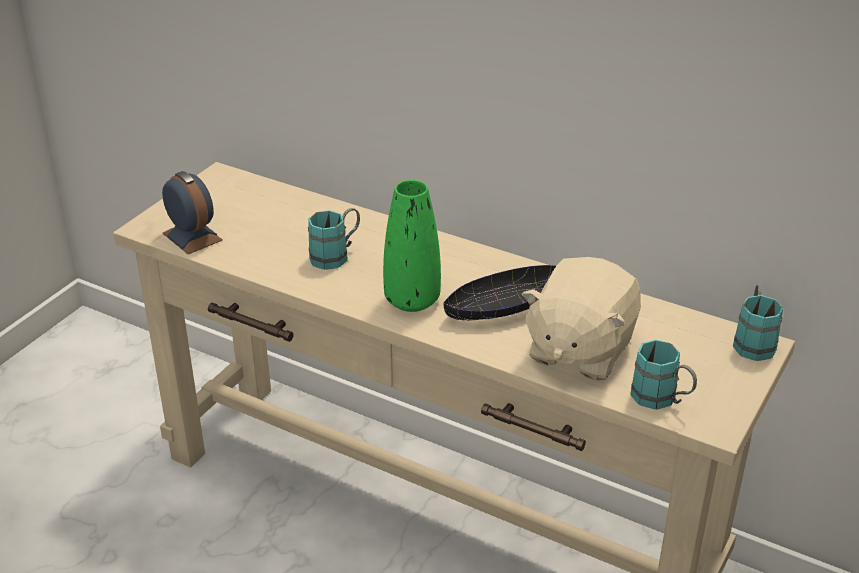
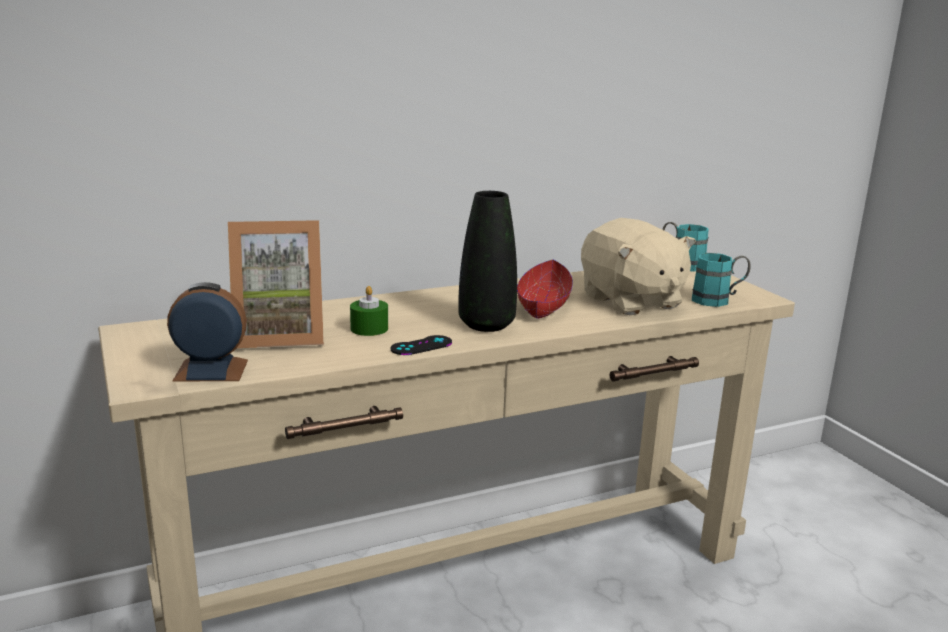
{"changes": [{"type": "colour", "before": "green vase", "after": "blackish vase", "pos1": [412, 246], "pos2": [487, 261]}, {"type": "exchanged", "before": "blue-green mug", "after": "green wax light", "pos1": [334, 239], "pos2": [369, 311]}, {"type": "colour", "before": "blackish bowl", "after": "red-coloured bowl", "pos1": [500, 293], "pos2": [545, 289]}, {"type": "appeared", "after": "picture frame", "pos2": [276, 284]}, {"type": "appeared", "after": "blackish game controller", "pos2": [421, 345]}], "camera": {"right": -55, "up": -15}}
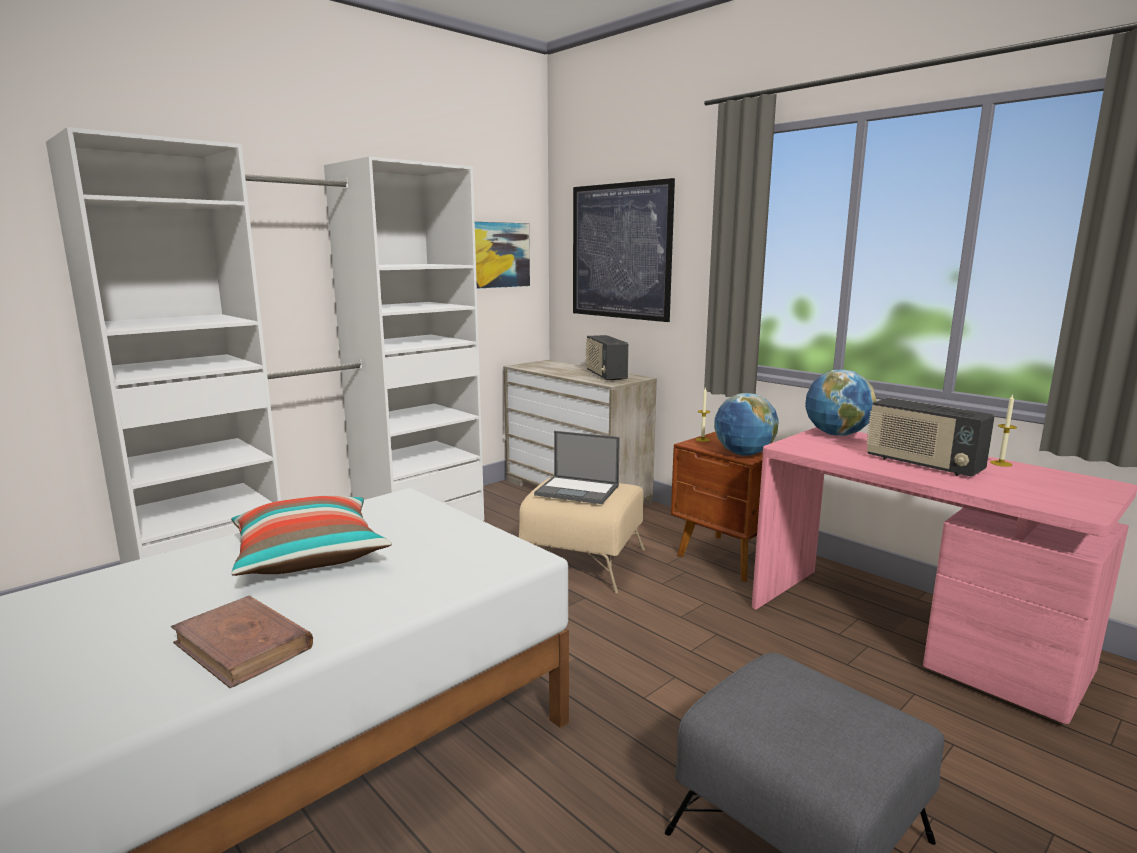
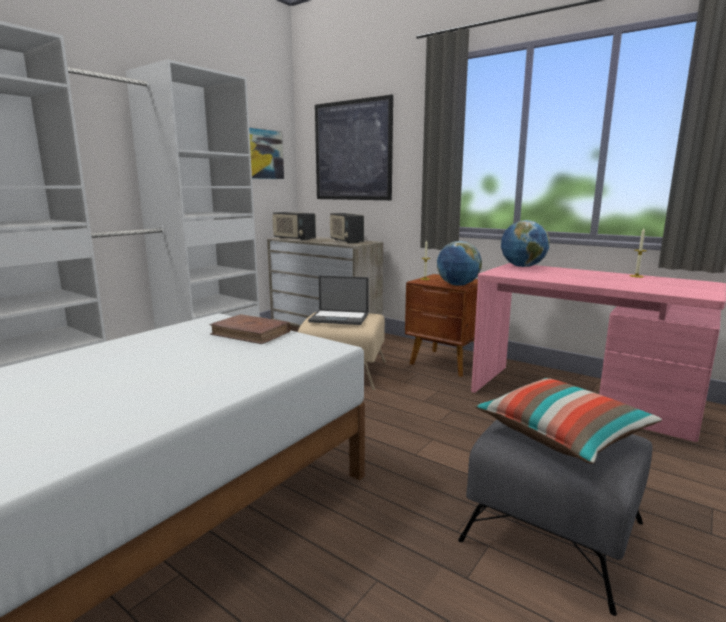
{"changes": [{"type": "relocated", "before": "radio", "pos1": [930, 437], "pos2": [294, 226]}, {"type": "relocated", "before": "pillow", "pos1": [311, 536], "pos2": [568, 421]}, {"type": "relocated", "before": "brownish book", "pos1": [242, 642], "pos2": [250, 329]}], "camera": {"right": -10, "up": 0}}
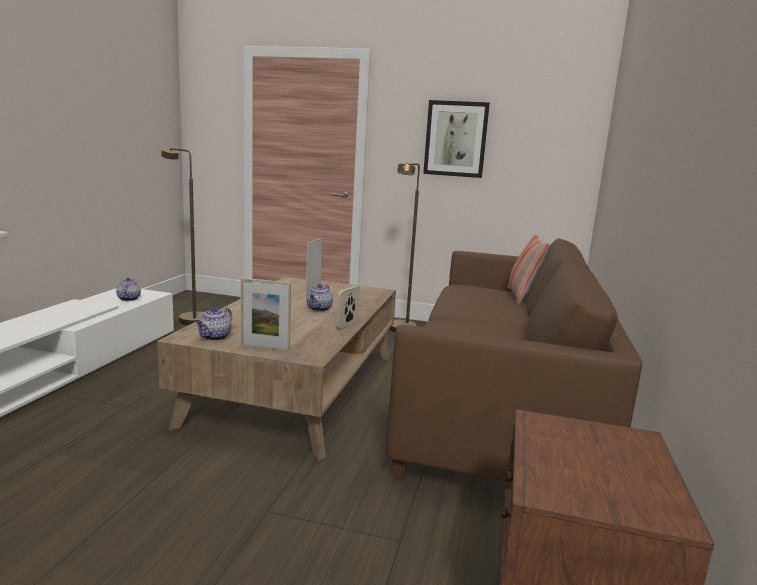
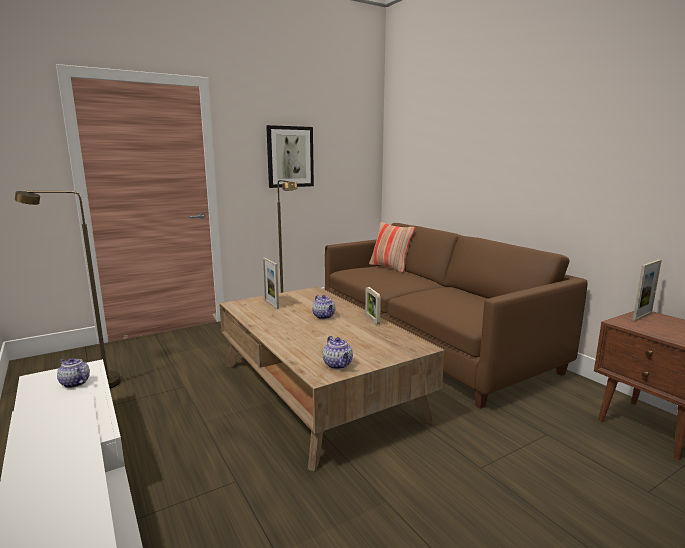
{"changes": [{"type": "relocated", "before": "picture frame", "pos1": [265, 314], "pos2": [647, 290]}], "camera": {"right": -45, "up": 0}}
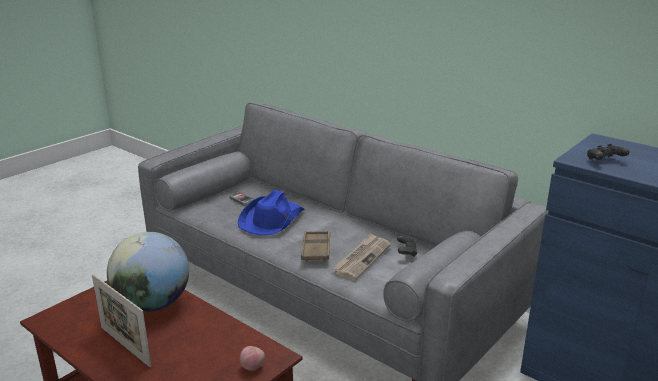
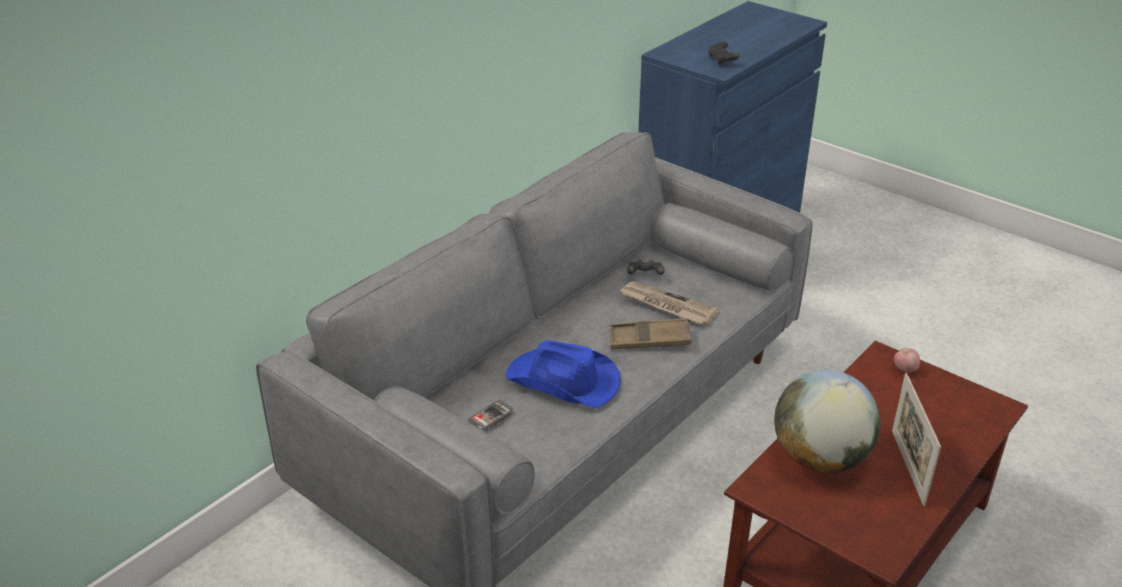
{"changes": [{"type": "spun", "before": "picture frame", "pos1": [121, 320], "pos2": [916, 439], "turn": 135}], "camera": {"right": -90, "up": 10}}
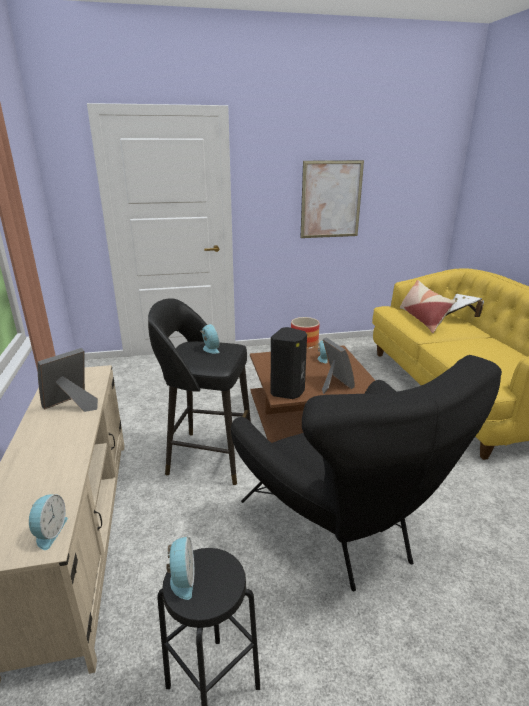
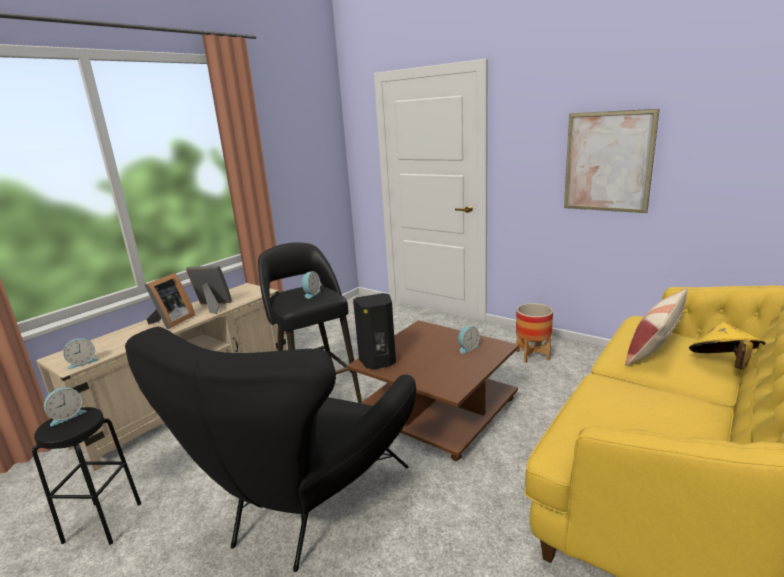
{"changes": [{"type": "colour", "before": "whitish hat", "after": "yellow hat", "pos1": [465, 305], "pos2": [727, 345]}, {"type": "relocated", "before": "picture frame", "pos1": [338, 365], "pos2": [170, 301]}], "camera": {"right": 50, "up": -5}}
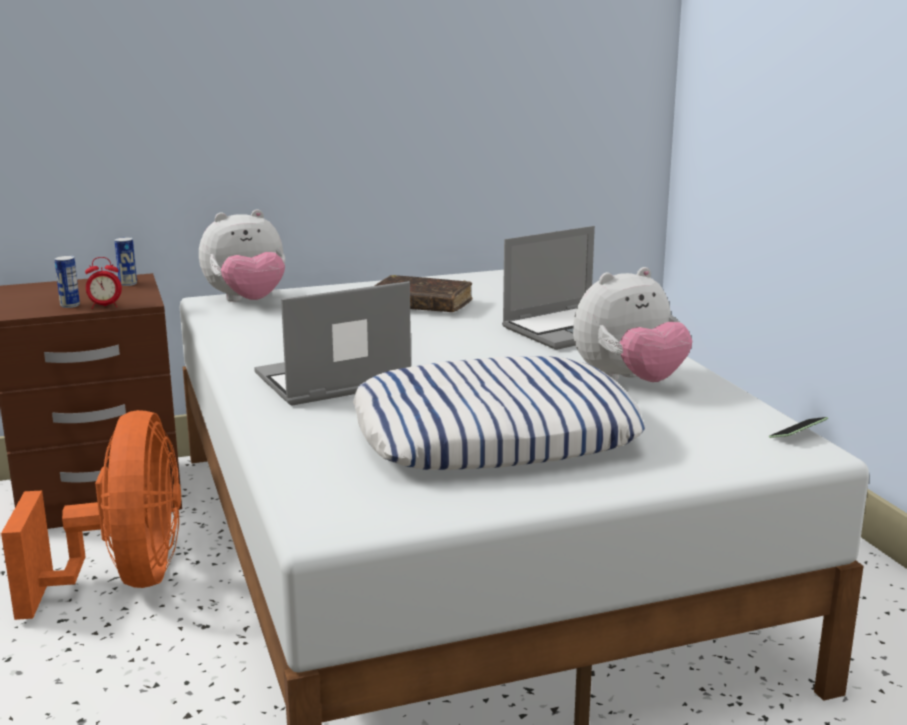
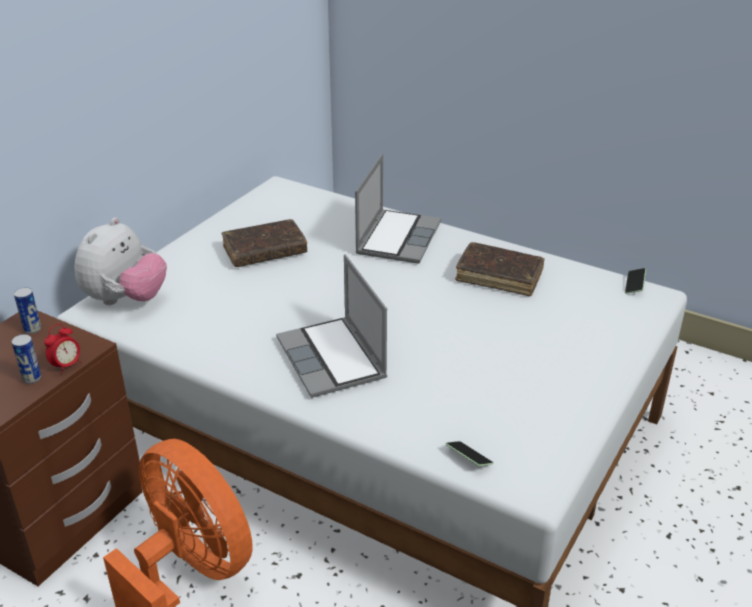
{"changes": [{"type": "exchanged", "before": "soft toy", "after": "brownish book", "pos1": [632, 324], "pos2": [500, 269]}, {"type": "spun", "before": "notebook computer", "pos1": [332, 343], "pos2": [331, 326], "turn": -45}, {"type": "missing", "before": "pillow", "pos1": [499, 413]}, {"type": "appeared", "after": "telephone", "pos2": [469, 453]}], "camera": {"right": -40, "up": 15}}
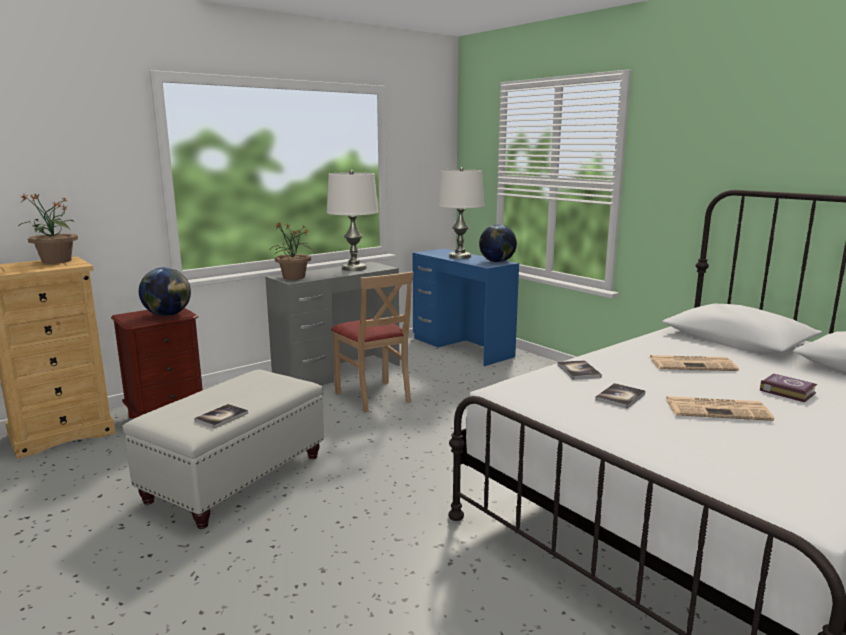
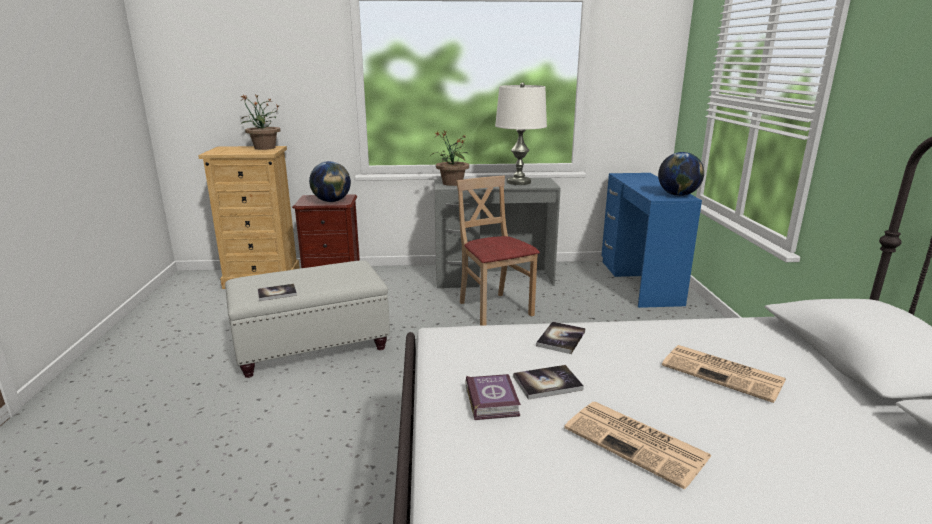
{"changes": [{"type": "missing", "before": "whitish table lamp", "pos1": [461, 213]}, {"type": "spun", "before": "beige-coloured plain chair", "pos1": [372, 342], "pos2": [498, 251], "turn": 150}, {"type": "relocated", "before": "book", "pos1": [788, 388], "pos2": [493, 397]}], "camera": {"right": 35, "up": 5}}
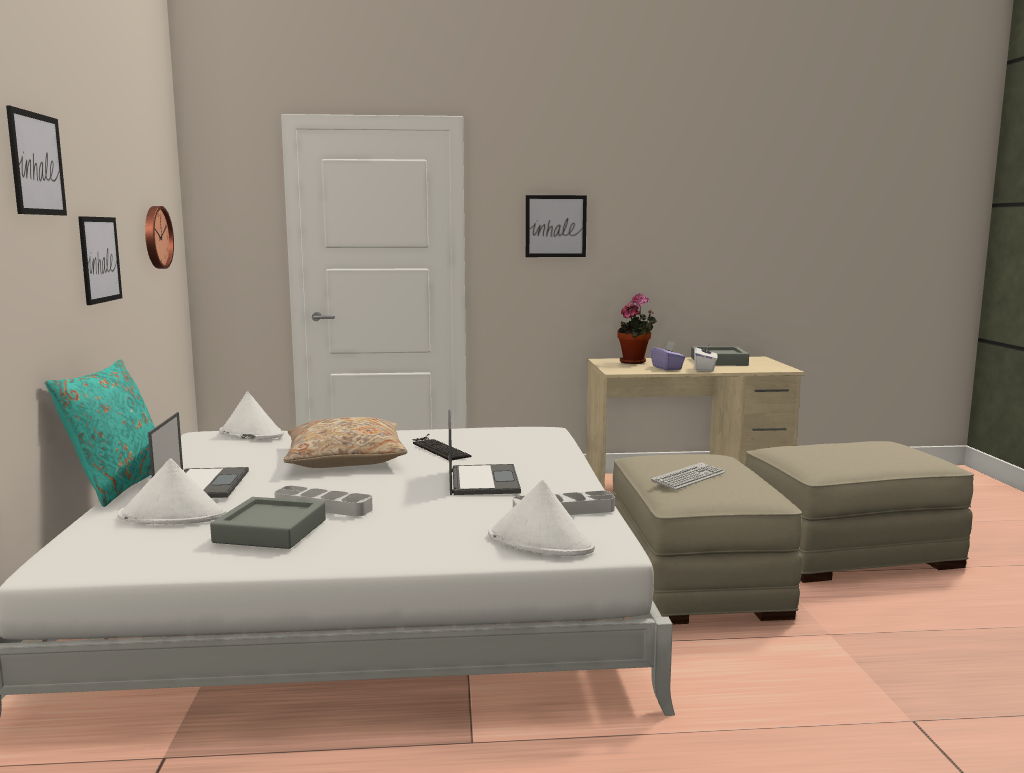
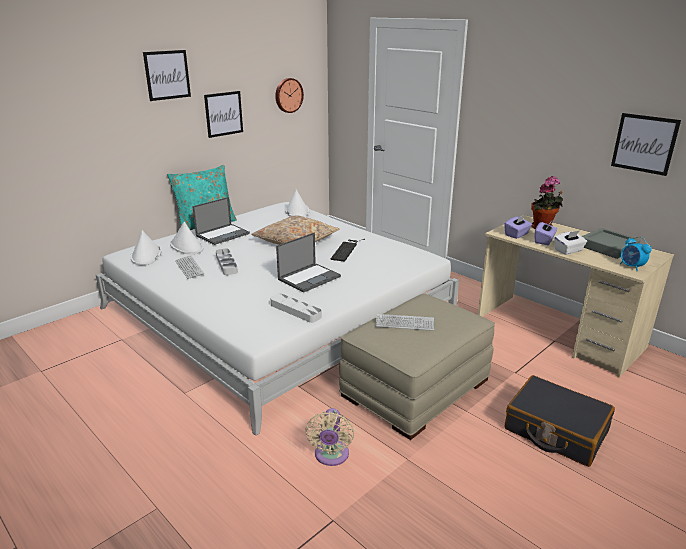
{"changes": [{"type": "relocated", "before": "wall art", "pos1": [556, 226], "pos2": [646, 144]}, {"type": "exchanged", "before": "beige-coloured footrest", "after": "blackish suitcase", "pos1": [859, 512], "pos2": [560, 421]}, {"type": "relocated", "before": "whitish hat", "pos1": [541, 518], "pos2": [145, 247]}, {"type": "exchanged", "before": "greyish carrying tray", "after": "PC keyboard", "pos1": [268, 523], "pos2": [189, 267]}, {"type": "appeared", "after": "purple box of tissues", "pos2": [518, 227]}, {"type": "appeared", "after": "bedside clock", "pos2": [636, 254]}, {"type": "appeared", "after": "beige-coloured cooling fan", "pos2": [329, 437]}], "camera": {"right": 50, "up": 15}}
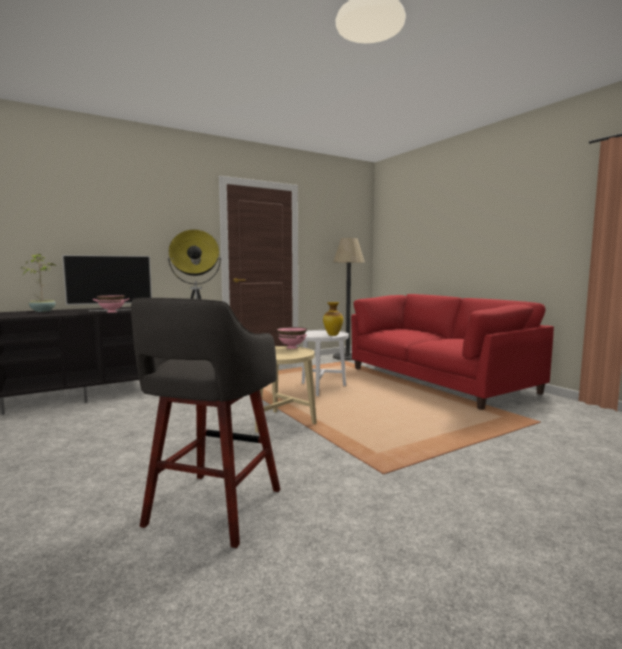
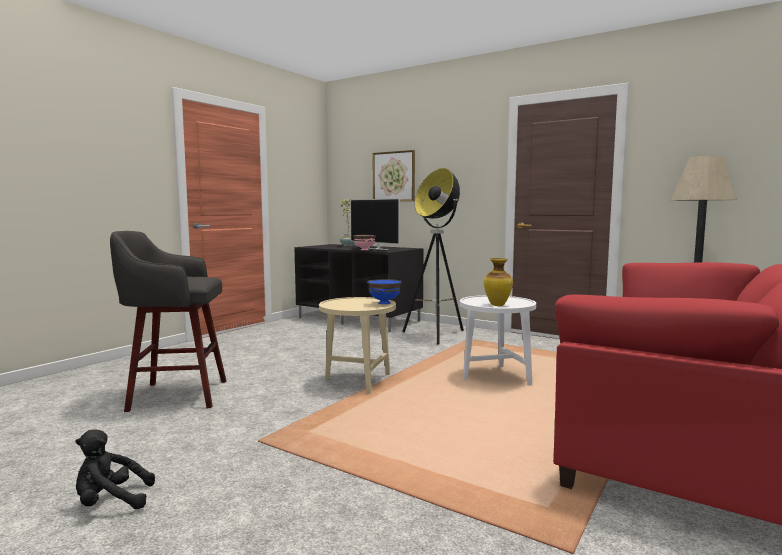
{"changes": [{"type": "colour", "before": "pink bowl", "after": "blue bowl", "pos1": [292, 338], "pos2": [384, 291]}, {"type": "appeared", "after": "wall art", "pos2": [394, 175]}, {"type": "appeared", "after": "blackish soft toy", "pos2": [115, 469]}], "camera": {"right": 65, "up": 0}}
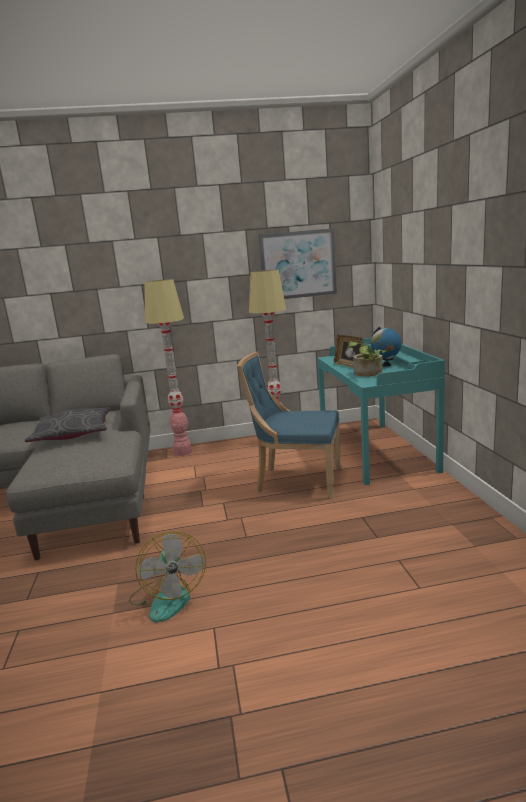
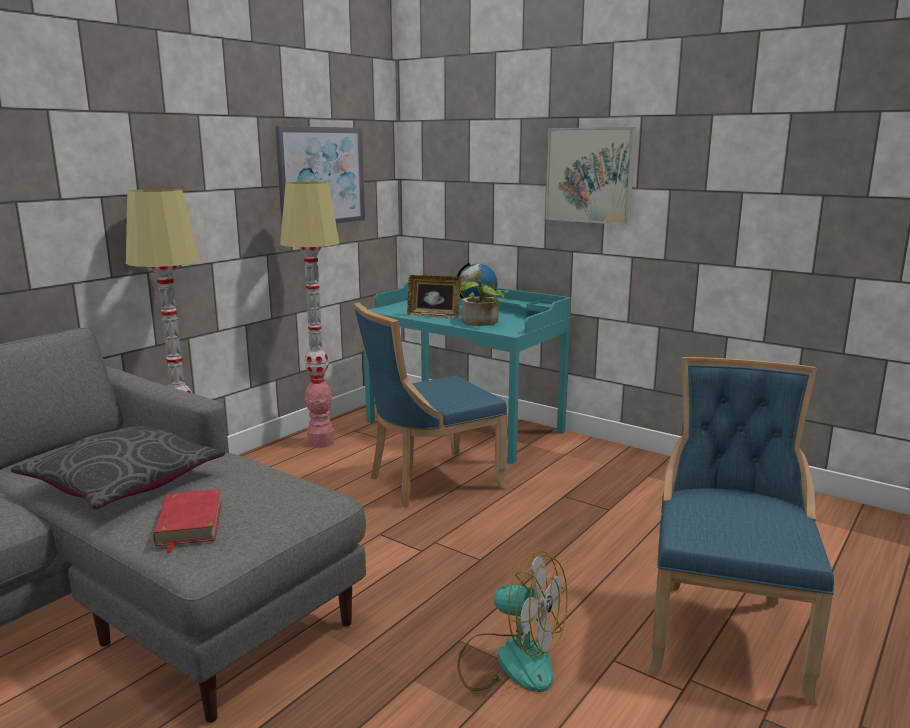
{"changes": [{"type": "appeared", "after": "wall art", "pos2": [590, 176]}, {"type": "appeared", "after": "blue plain chair", "pos2": [740, 531]}, {"type": "appeared", "after": "red-coloured book", "pos2": [187, 521]}], "camera": {"right": -45, "up": 0}}
